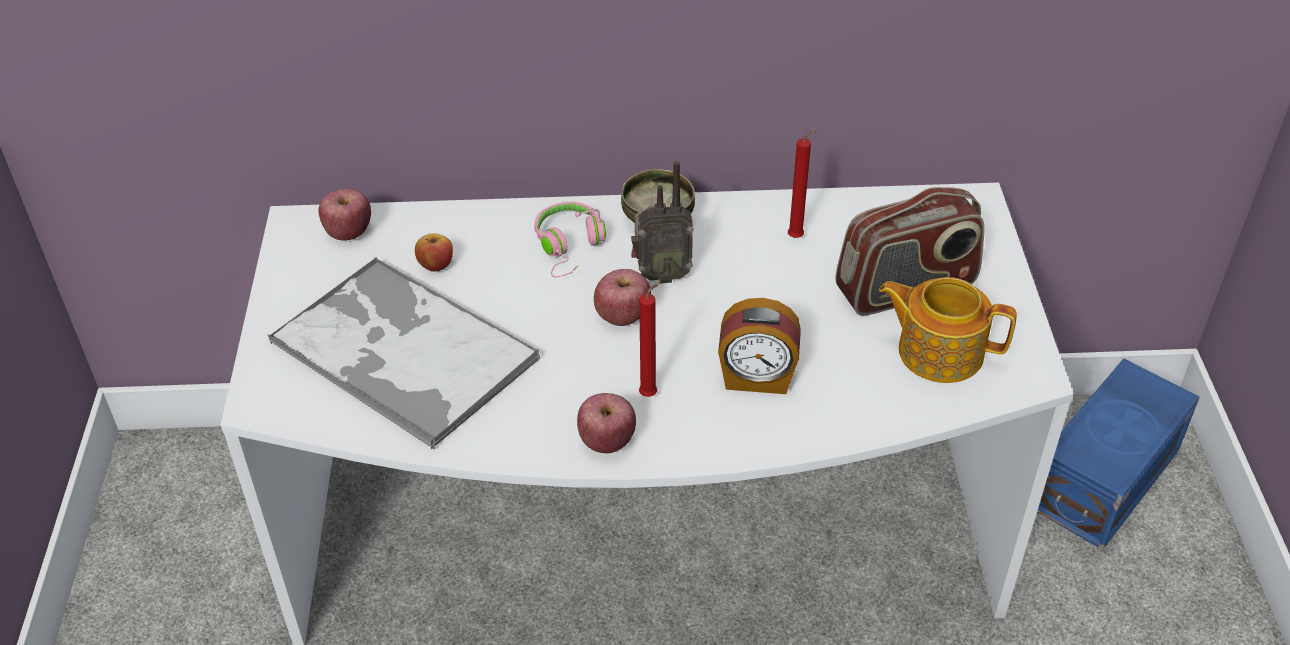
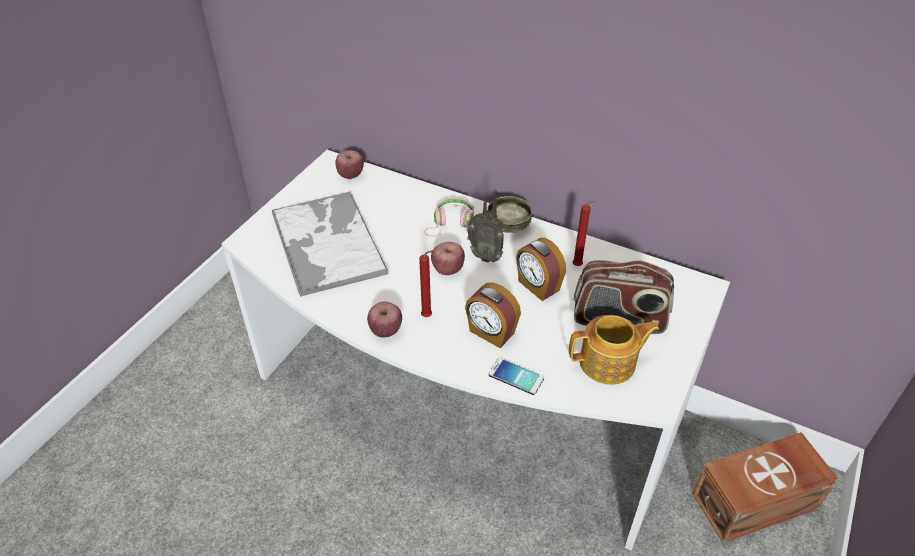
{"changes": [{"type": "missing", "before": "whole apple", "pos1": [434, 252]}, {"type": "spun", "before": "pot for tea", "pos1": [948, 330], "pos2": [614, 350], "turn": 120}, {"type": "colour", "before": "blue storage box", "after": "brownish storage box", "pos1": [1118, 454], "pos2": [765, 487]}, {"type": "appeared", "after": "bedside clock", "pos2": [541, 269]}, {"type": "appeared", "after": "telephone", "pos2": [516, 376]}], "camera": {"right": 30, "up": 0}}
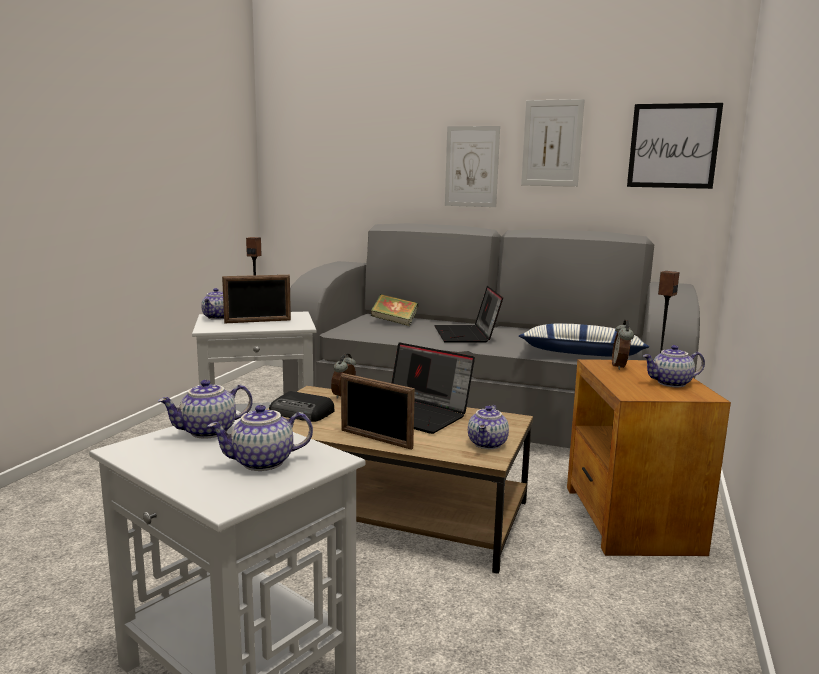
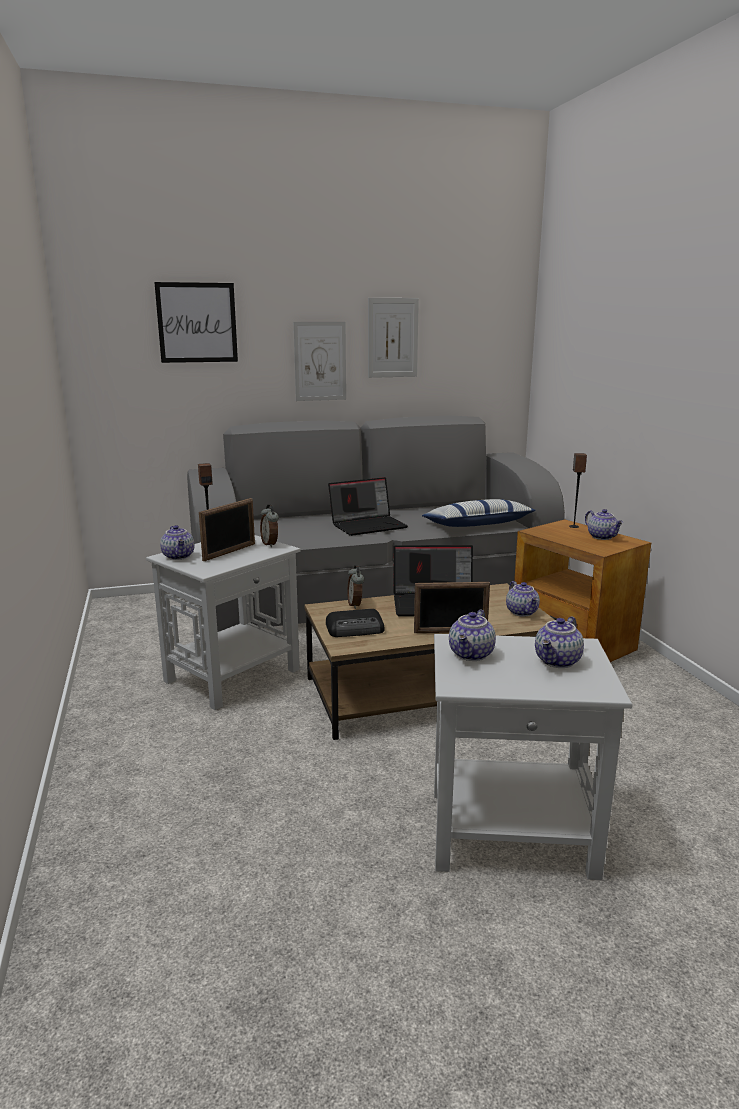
{"changes": [{"type": "relocated", "before": "wall art", "pos1": [675, 146], "pos2": [196, 322]}, {"type": "spun", "before": "notebook computer", "pos1": [468, 314], "pos2": [368, 506], "turn": -75}, {"type": "missing", "before": "book", "pos1": [394, 310]}, {"type": "relocated", "before": "bedside clock", "pos1": [623, 345], "pos2": [269, 525]}, {"type": "spun", "before": "pot for tea", "pos1": [674, 366], "pos2": [604, 524], "turn": -75}], "camera": {"right": -35, "up": 5}}
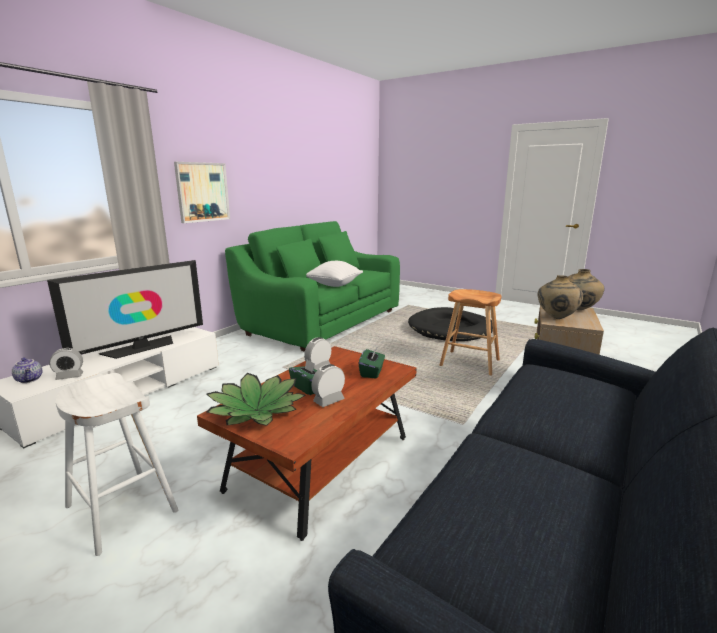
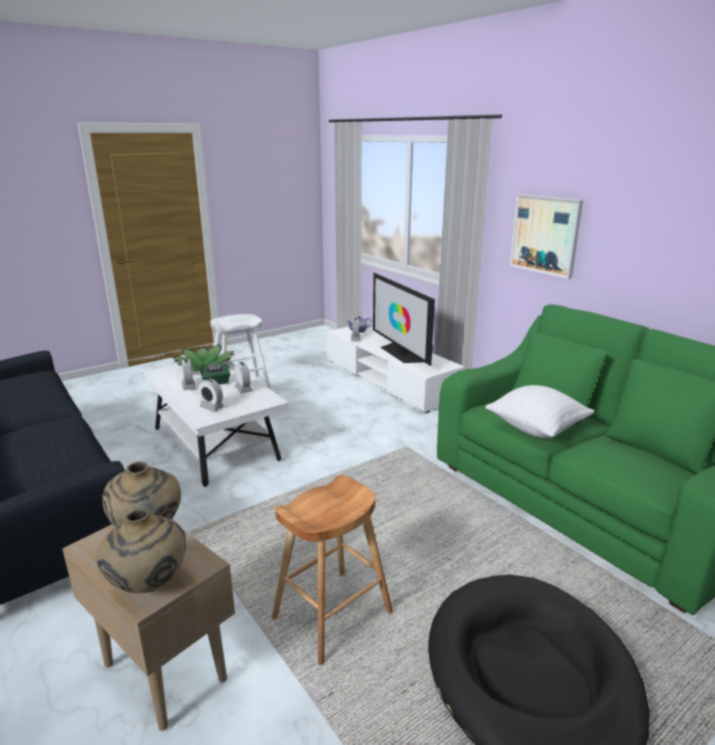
{"changes": [{"type": "colour", "before": "brownish low table", "after": "whitish low table", "pos1": [307, 443], "pos2": [215, 420]}, {"type": "exchanged", "before": "green box of tissues", "after": "bedside clock", "pos1": [371, 363], "pos2": [211, 395]}], "camera": {"right": 110, "up": 5}}
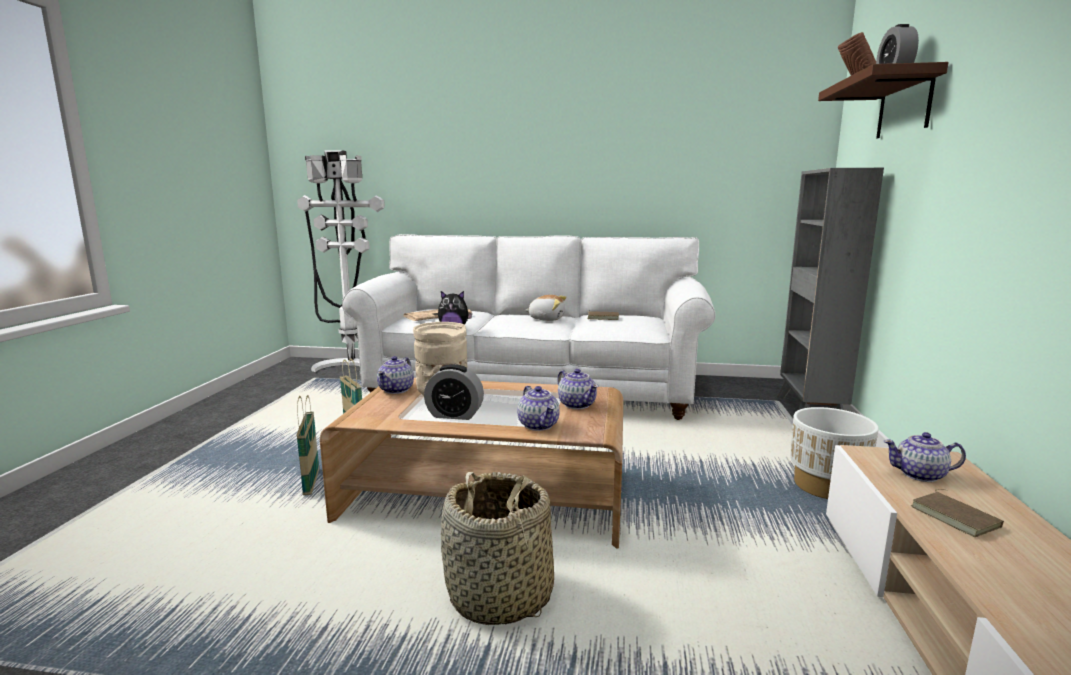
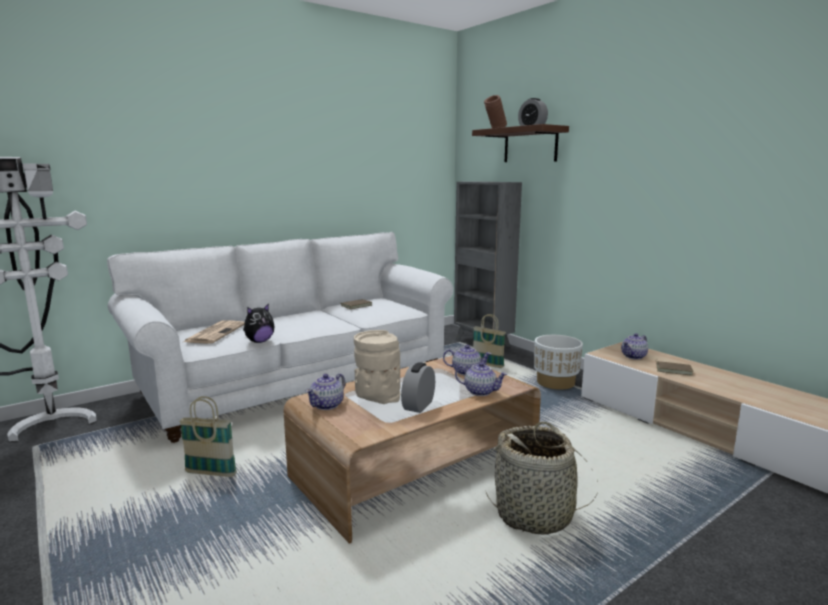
{"changes": [{"type": "missing", "before": "soft toy", "pos1": [545, 308]}, {"type": "spun", "before": "pot for tea", "pos1": [395, 375], "pos2": [325, 391], "turn": 60}, {"type": "spun", "before": "bedside clock", "pos1": [454, 392], "pos2": [418, 387], "turn": 150}, {"type": "relocated", "before": "household basket", "pos1": [307, 445], "pos2": [489, 341]}], "camera": {"right": -45, "up": 0}}
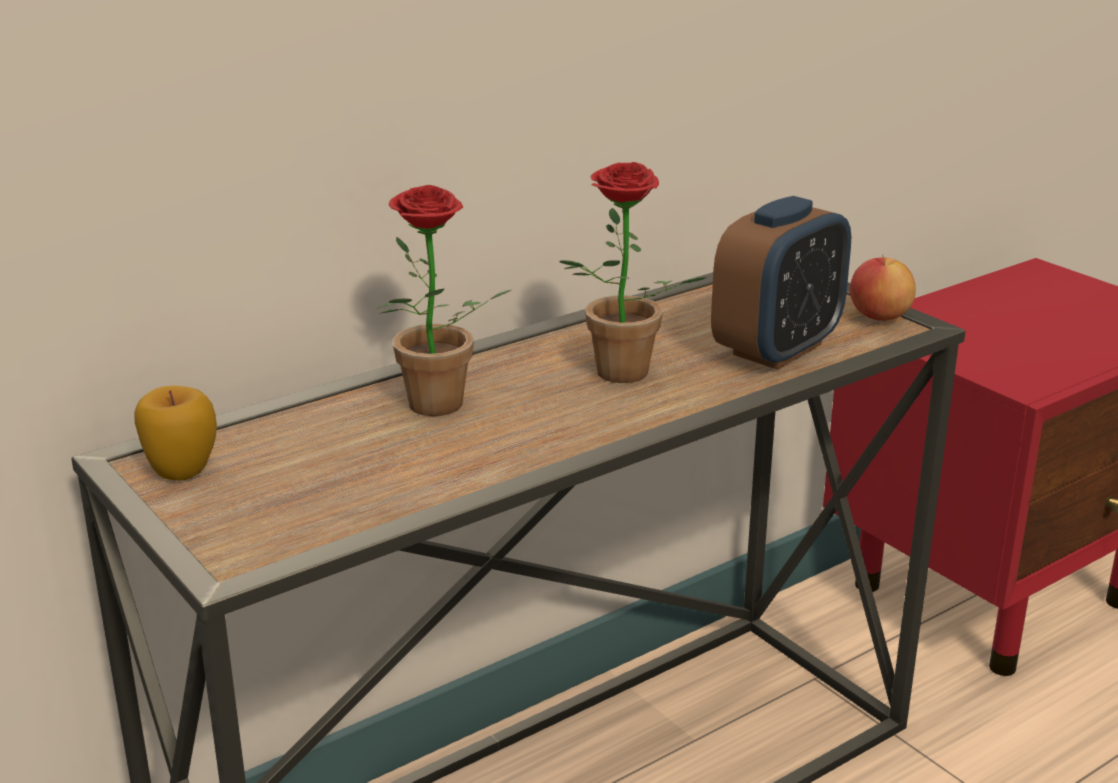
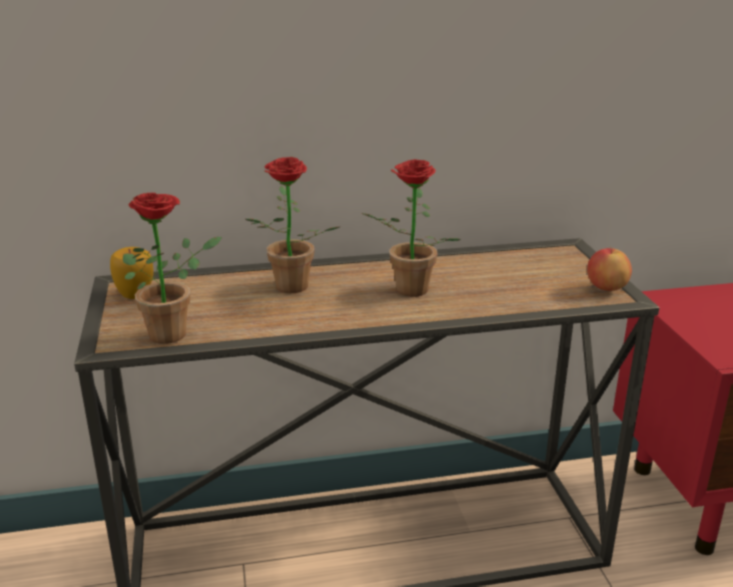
{"changes": [{"type": "missing", "before": "bedside clock", "pos1": [781, 283]}, {"type": "appeared", "after": "plant in a pot", "pos2": [172, 268]}], "camera": {"right": 25, "up": 0}}
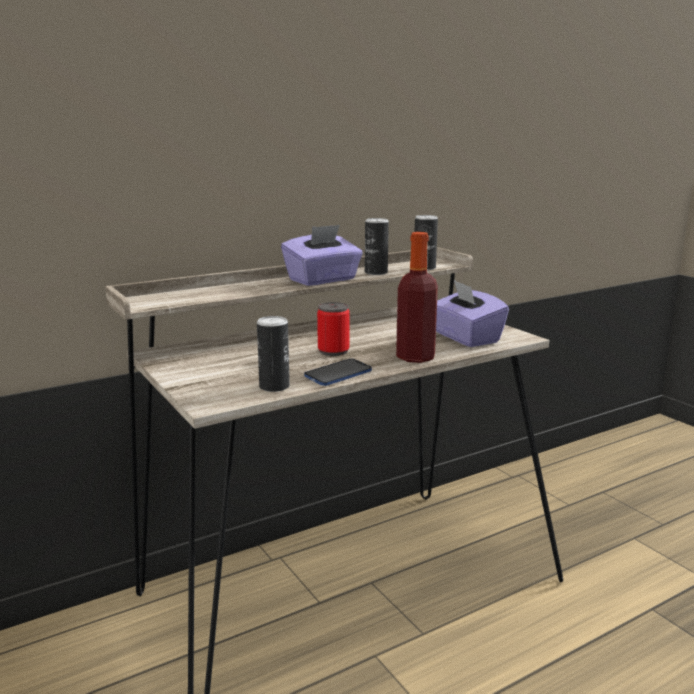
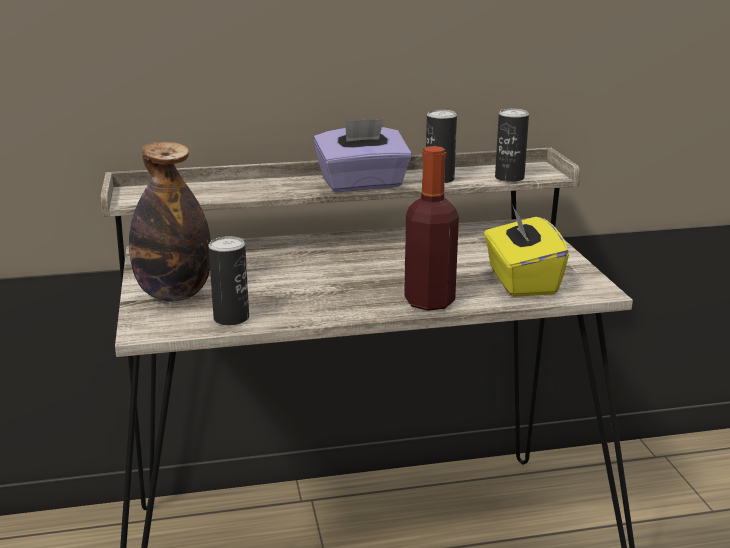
{"changes": [{"type": "colour", "before": "purple box of tissues", "after": "yellow box of tissues", "pos1": [472, 313], "pos2": [526, 251]}, {"type": "missing", "before": "metal can", "pos1": [333, 329]}, {"type": "missing", "before": "telephone", "pos1": [338, 372]}, {"type": "appeared", "after": "beverage bottle", "pos2": [170, 221]}], "camera": {"right": 20, "up": 5}}
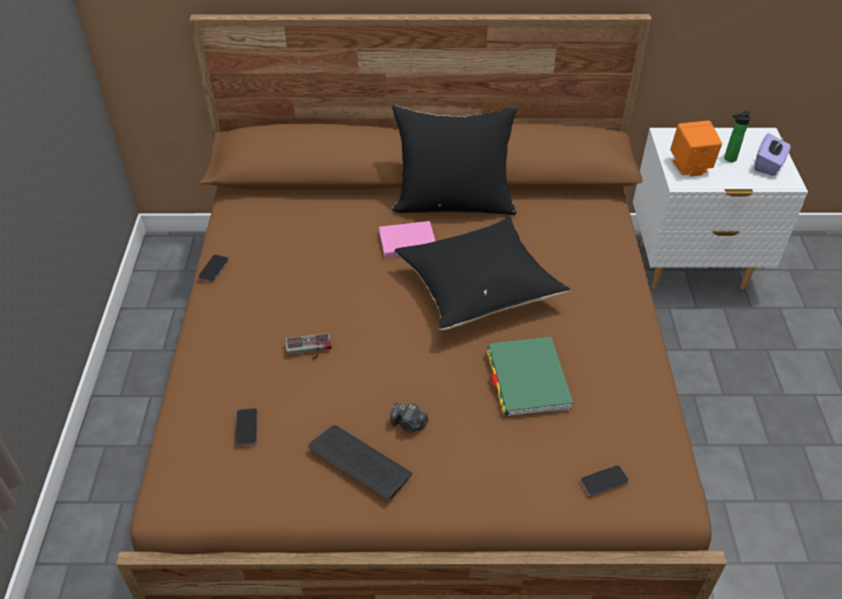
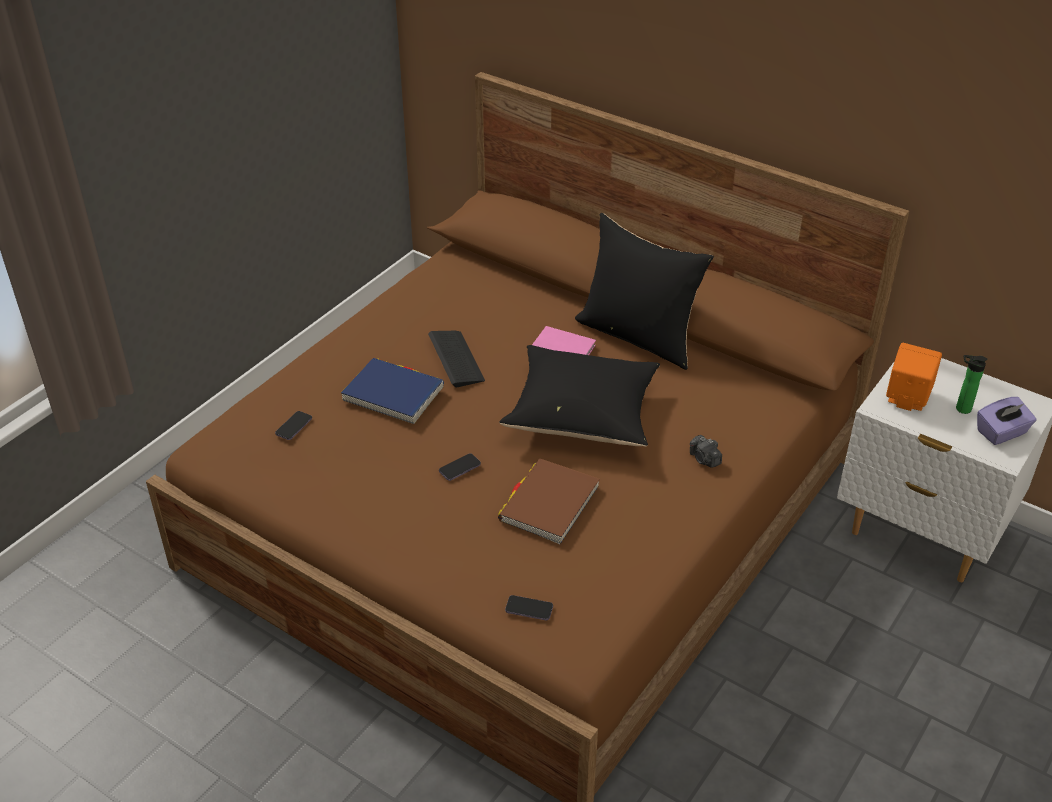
{"changes": [{"type": "relocated", "before": "telephone", "pos1": [213, 268], "pos2": [460, 467]}, {"type": "exchanged", "before": "game controller", "after": "blue book", "pos1": [308, 346], "pos2": [392, 391]}, {"type": "colour", "before": "green book", "after": "brownish book", "pos1": [530, 377], "pos2": [549, 501]}, {"type": "relocated", "before": "photo camera", "pos1": [409, 418], "pos2": [706, 451]}, {"type": "relocated", "before": "PC keyboard", "pos1": [360, 462], "pos2": [456, 359]}], "camera": {"right": 35, "up": -5}}
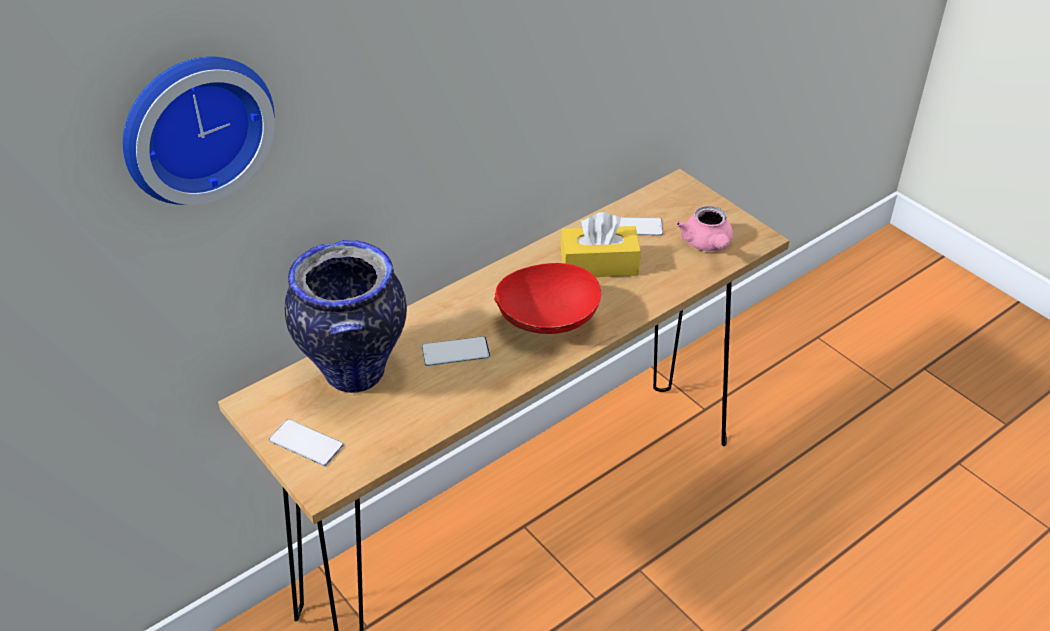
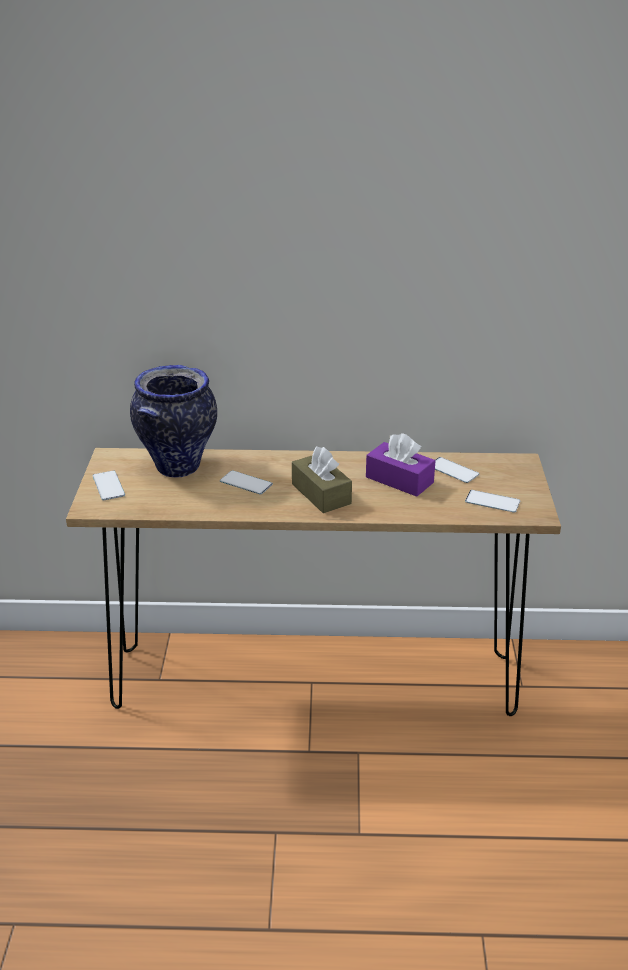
{"changes": [{"type": "missing", "before": "clock on the wall", "pos1": [199, 131]}, {"type": "exchanged", "before": "pink pot for tea", "after": "telephone", "pos1": [704, 228], "pos2": [492, 501]}, {"type": "colour", "before": "yellow box of tissues", "after": "purple box of tissues", "pos1": [601, 244], "pos2": [400, 465]}, {"type": "exchanged", "before": "red-coloured bowl", "after": "brownish box of tissues", "pos1": [547, 298], "pos2": [322, 479]}], "camera": {"right": 40, "up": -10}}
